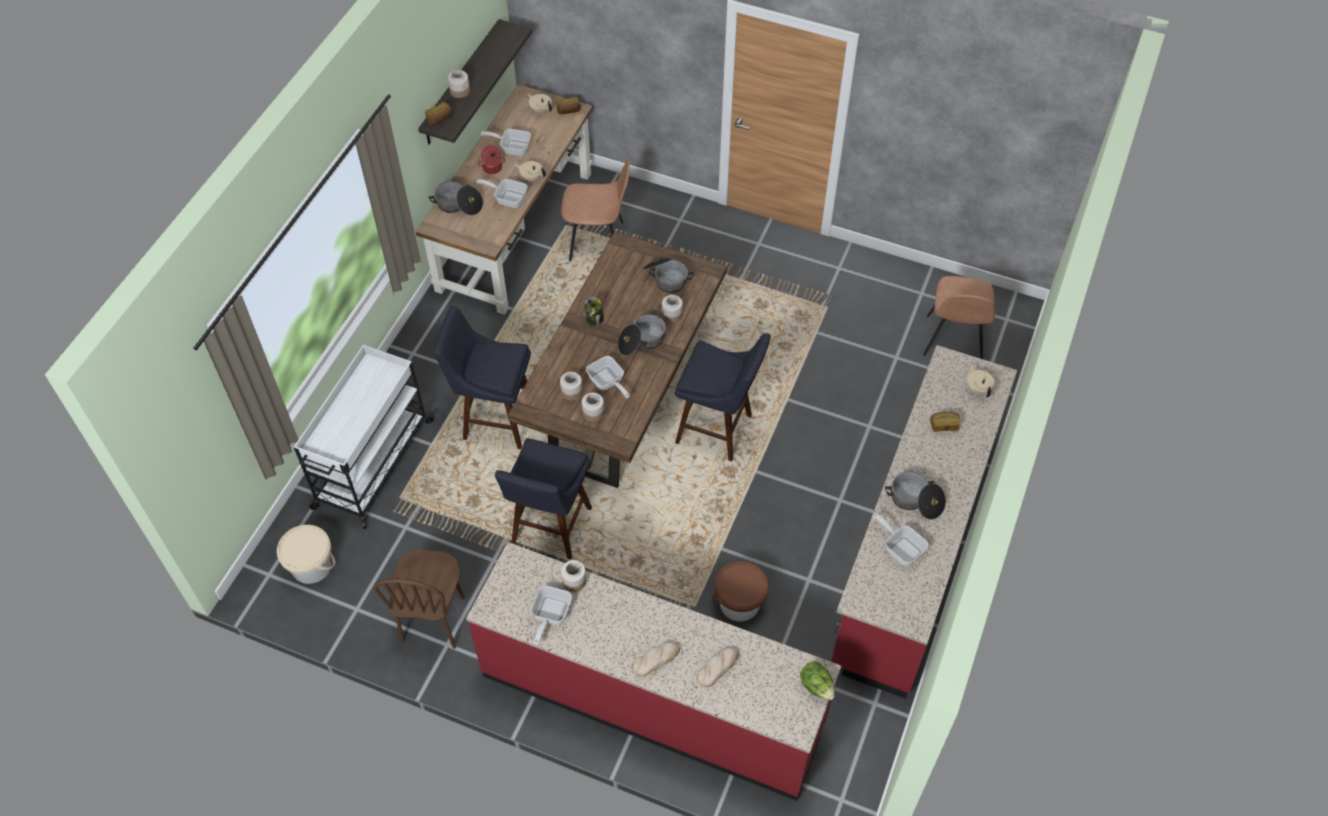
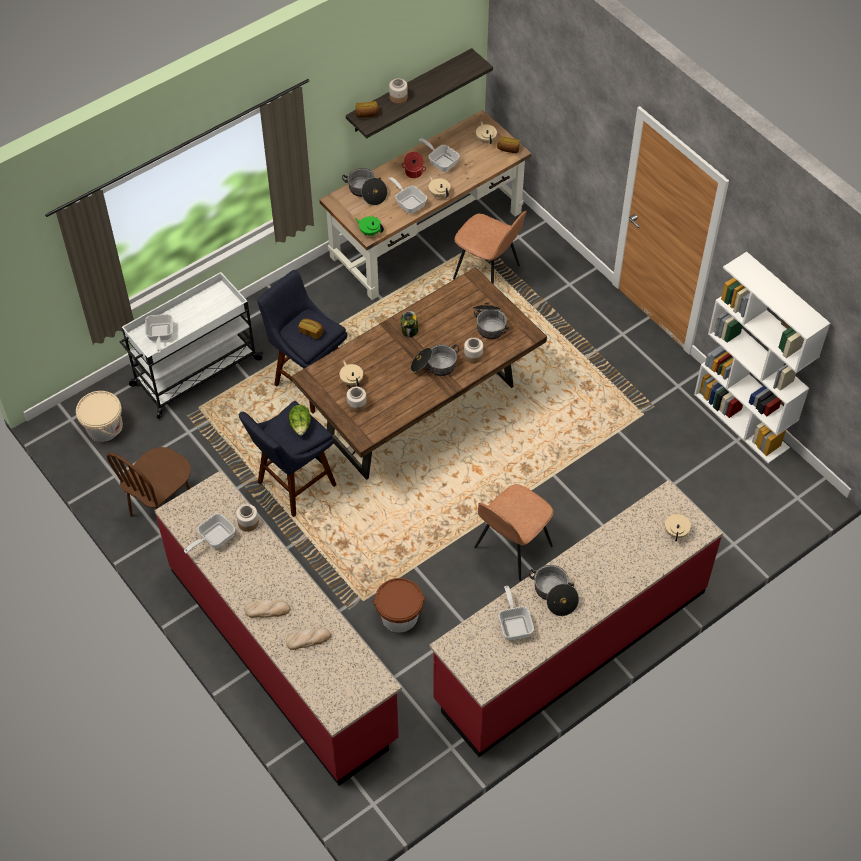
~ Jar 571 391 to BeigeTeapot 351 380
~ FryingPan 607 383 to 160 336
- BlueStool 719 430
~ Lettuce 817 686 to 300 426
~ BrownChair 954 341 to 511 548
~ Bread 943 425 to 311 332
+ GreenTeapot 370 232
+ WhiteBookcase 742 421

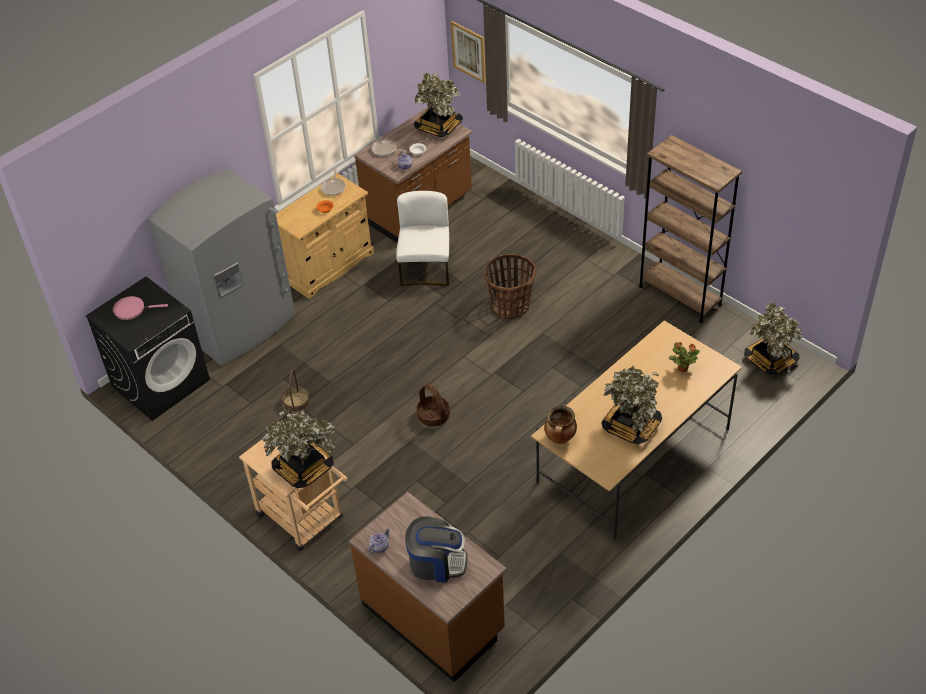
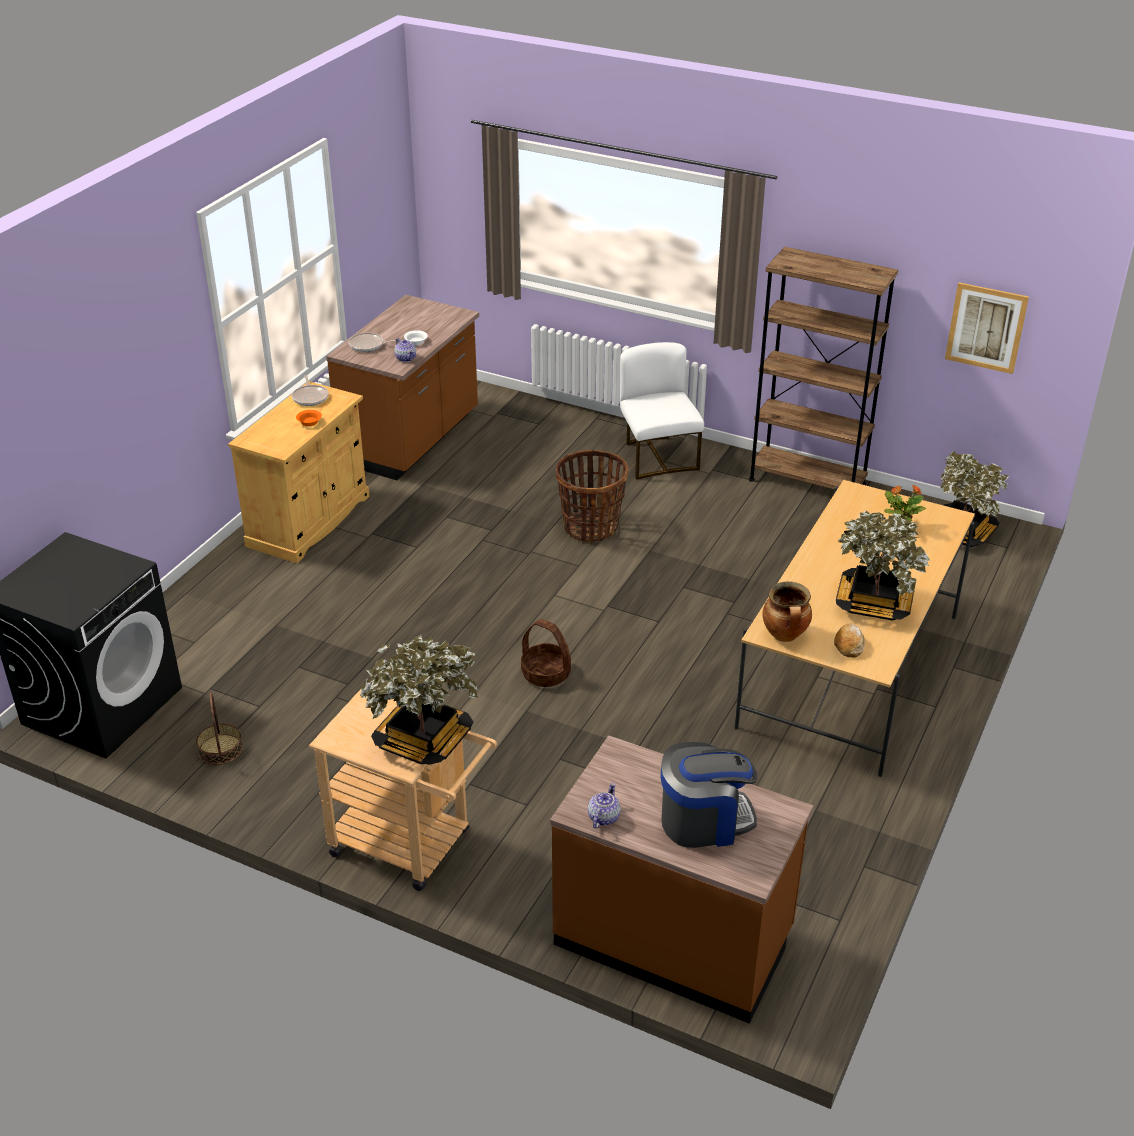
- PinkFryingPan 132 309
- GreyFridge 240 326
~ Basket 296 402 to 220 749
~ WhiteChair 426 268 to 657 457
- PottedPlant 438 127
~ Picture 468 51 to 986 327
+ Bread 849 644

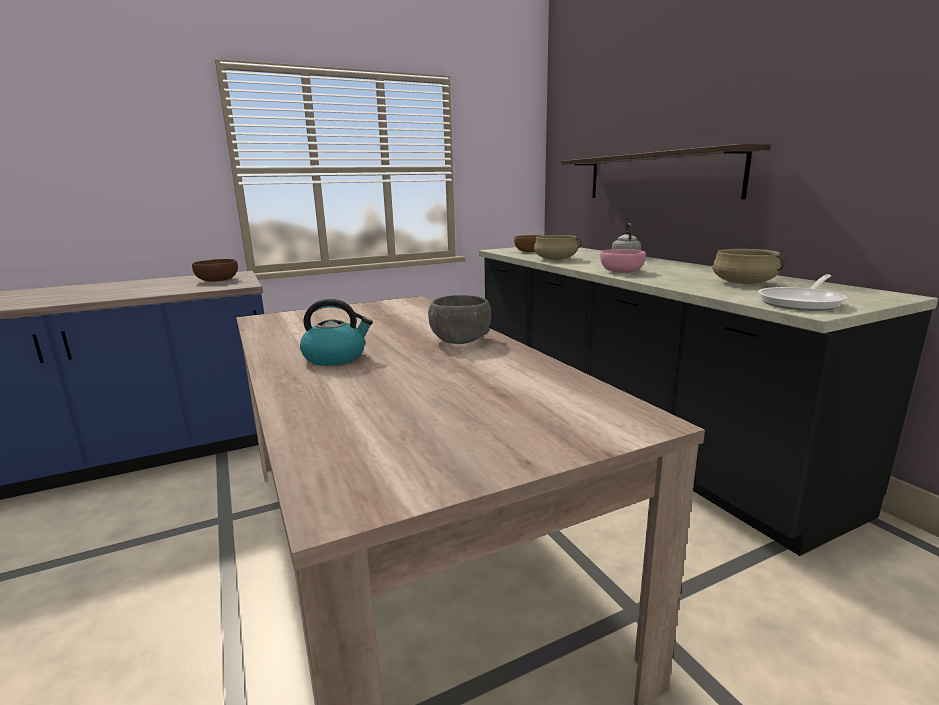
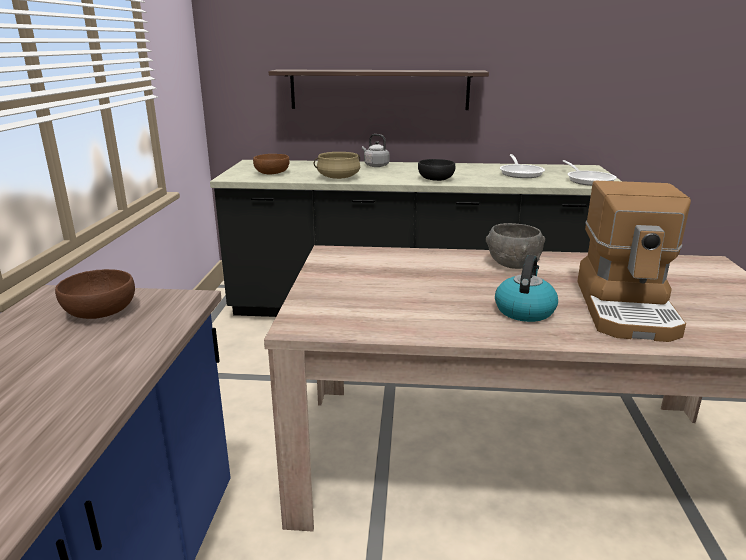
~ PinkBowl 621 272 to BlackBowl 435 179
~ BeigeCookingPot 743 283 to FryingPan 521 173
+ CoffeeMachine 627 308

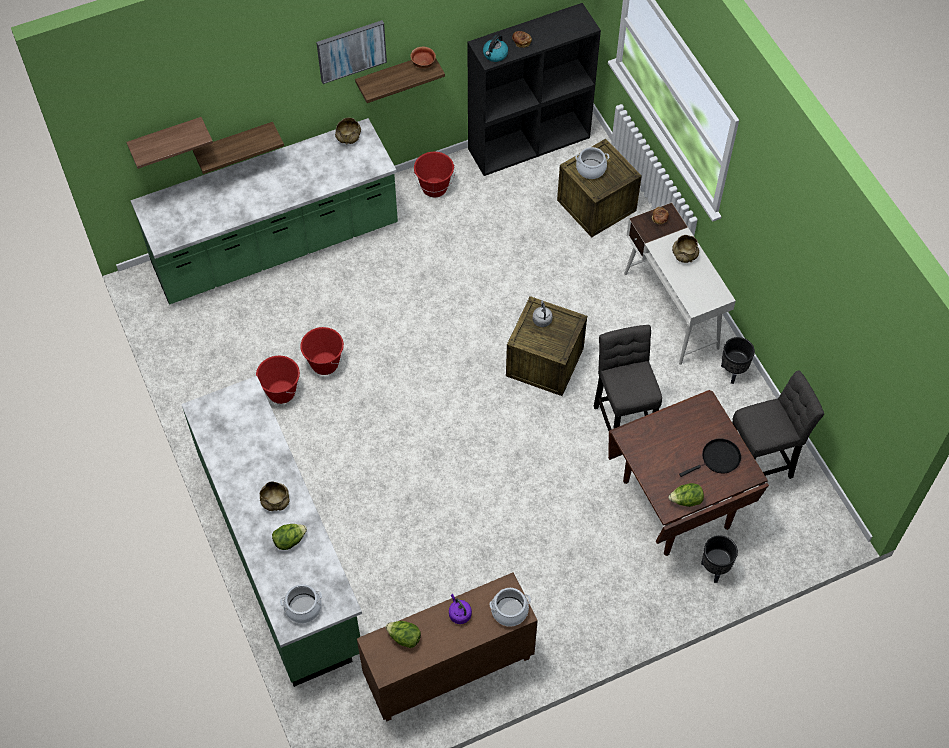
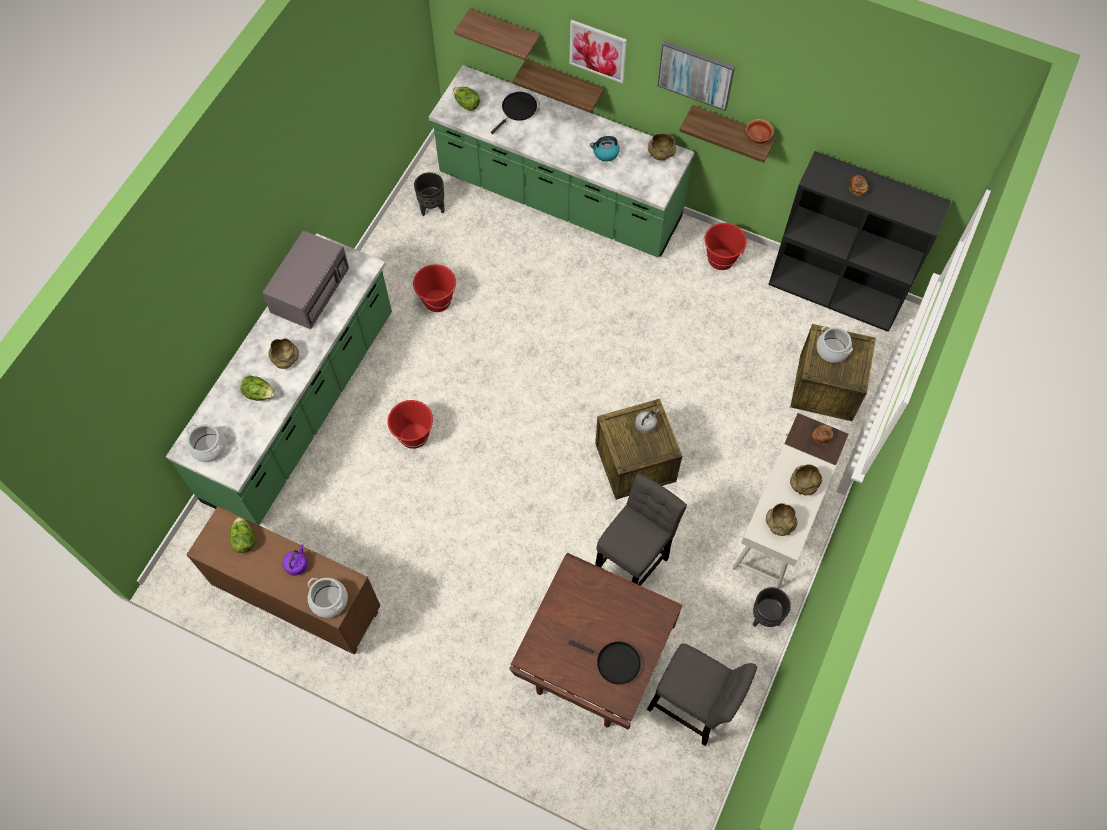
~ RedBucket 324 364 to 414 436
~ Kettle 495 54 to 605 153
~ Lettuce 686 500 to 466 104
~ BlackPlanter 714 569 to 432 208
+ GreyMicrowave 310 289
+ BlackFryingPan 517 110
+ Picture 598 50
+ BeigeBowl 780 523

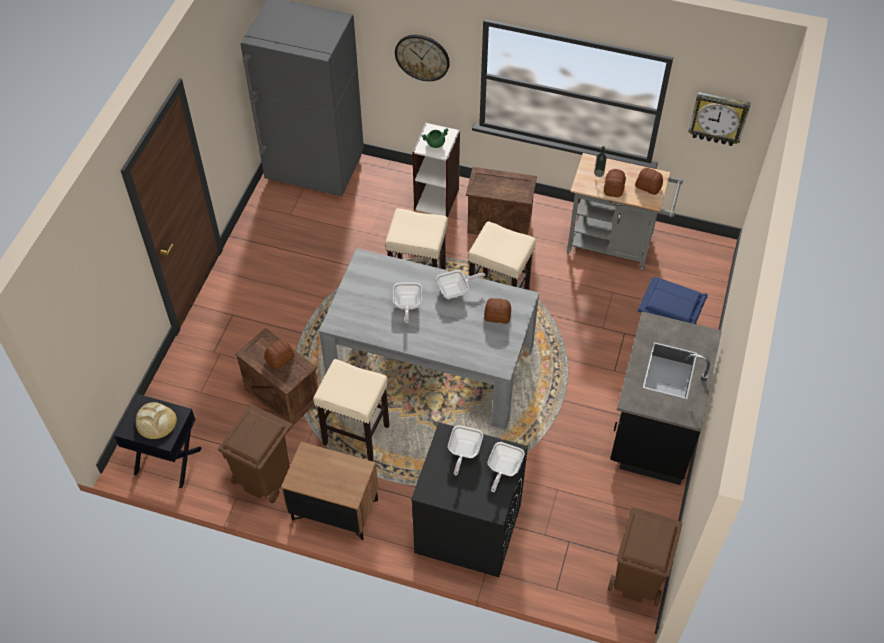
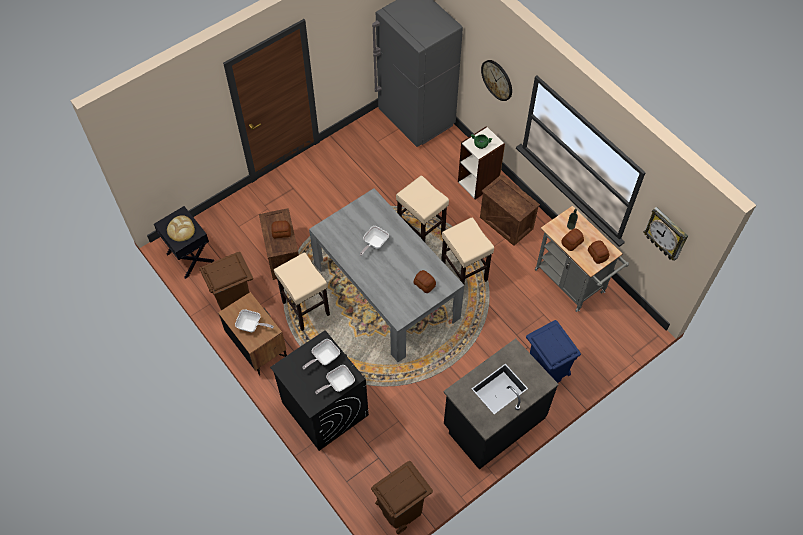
~ FryingPan 456 290 to 252 326

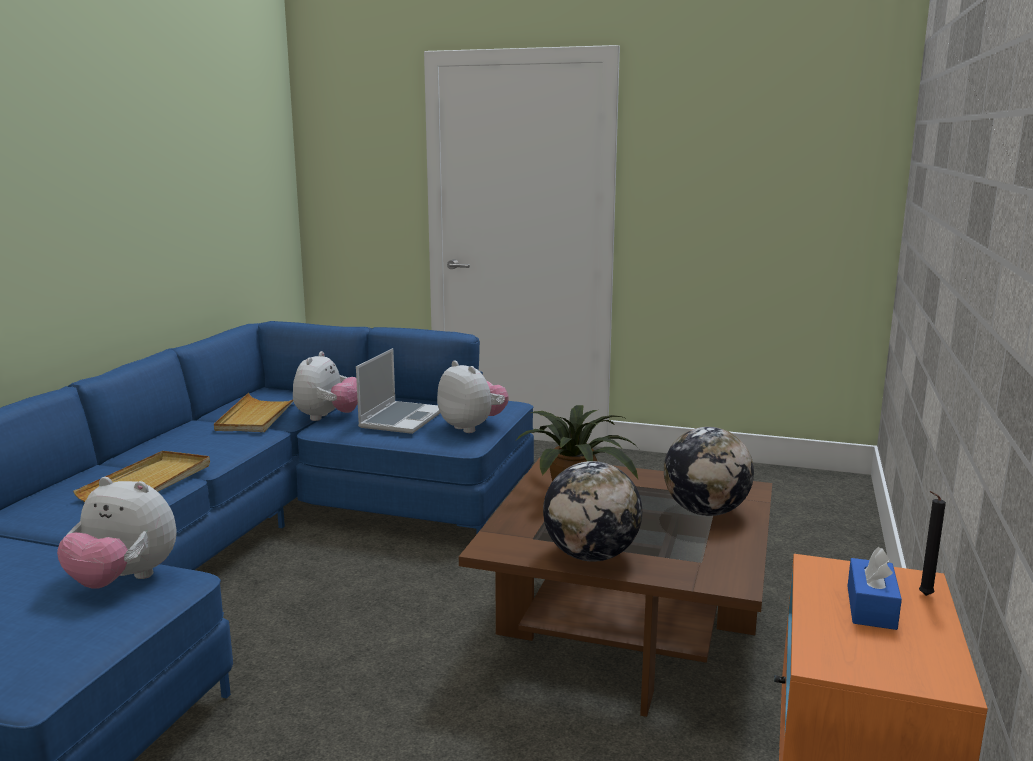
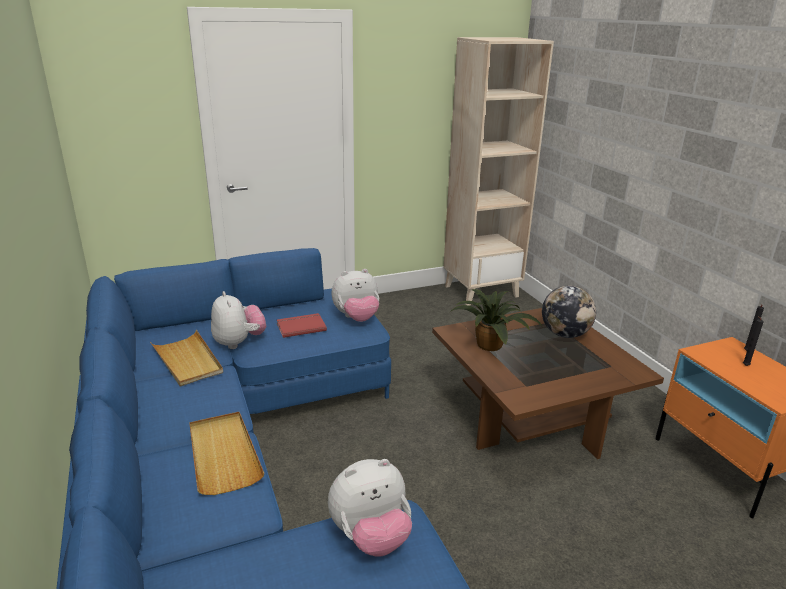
~ Laptop 401 419 to RedBook 300 326
~ PlushToy 472 427 = 356 318 150 degrees clockwise
- Globe 591 556
~ BlueTissueBox 871 607 to BlackCandle 744 366
+ BeigeBookcase 481 291

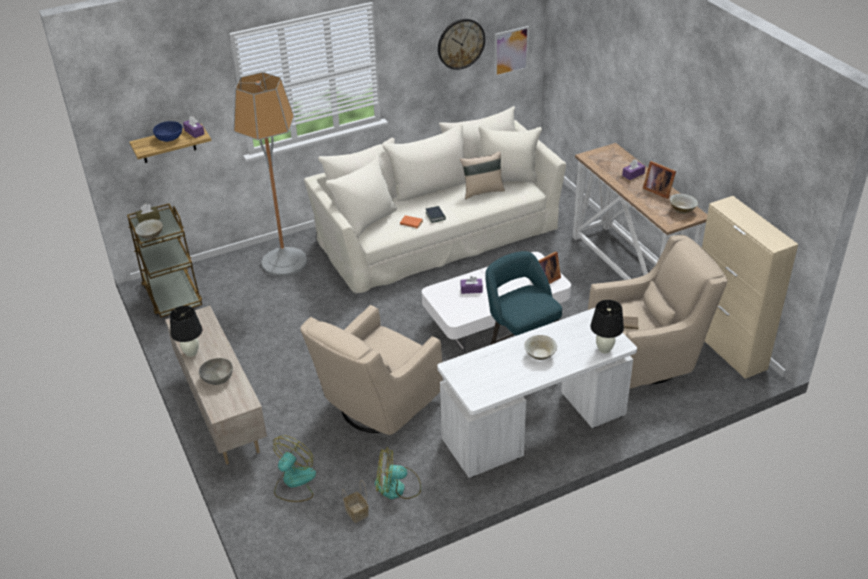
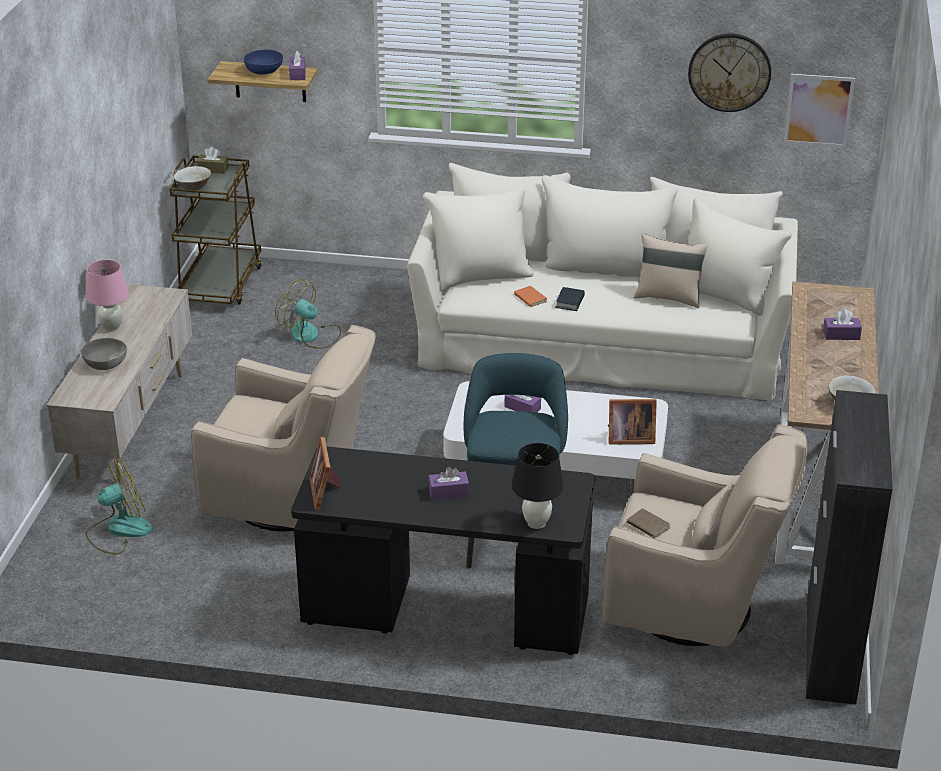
~ BlackTableLamp 191 353 to PinkTableLamp 111 327
- FloorLamp 284 262
~ BeigeArmchair 376 408 = 293 499 150 degrees counterclockwise
- Basket 356 512
~ Fan 397 487 to 311 336
~ WhiteDesk 534 428 to BlackDesk 445 612
~ BeigeBowl 540 355 to PurpleTissueBox 448 492
~ PictureFrame 657 190 to 325 492
~ BeigeCabinet 727 347 to BlackCabinet 830 649

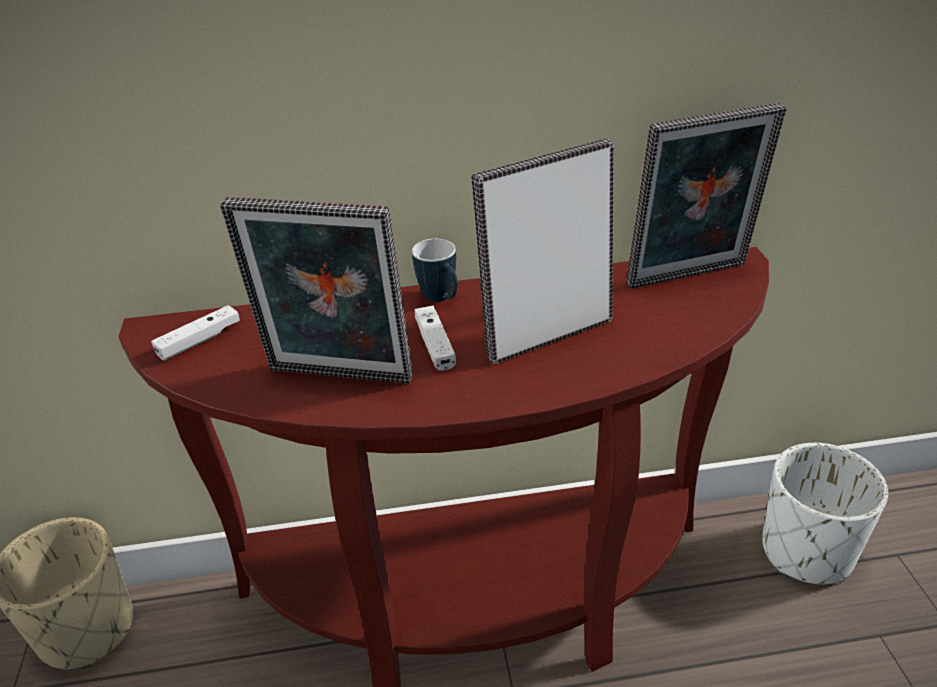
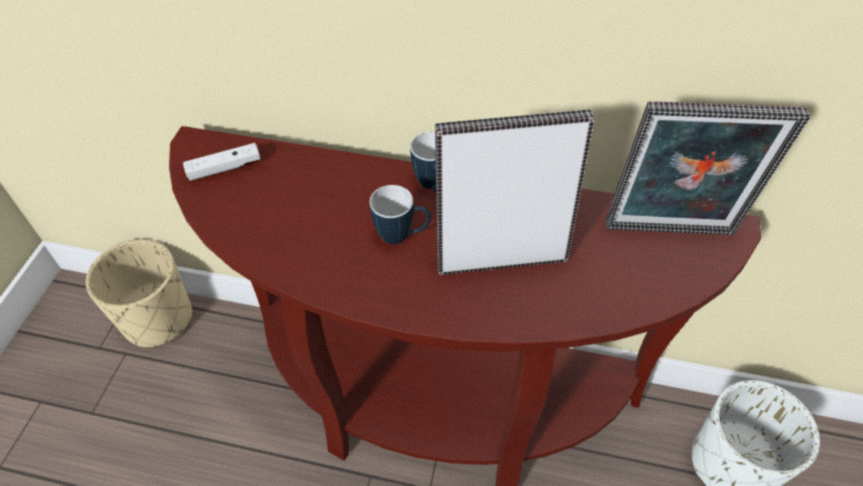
- PictureFrame 337 379
~ WhiteGameController 435 345 to Mug 402 236

